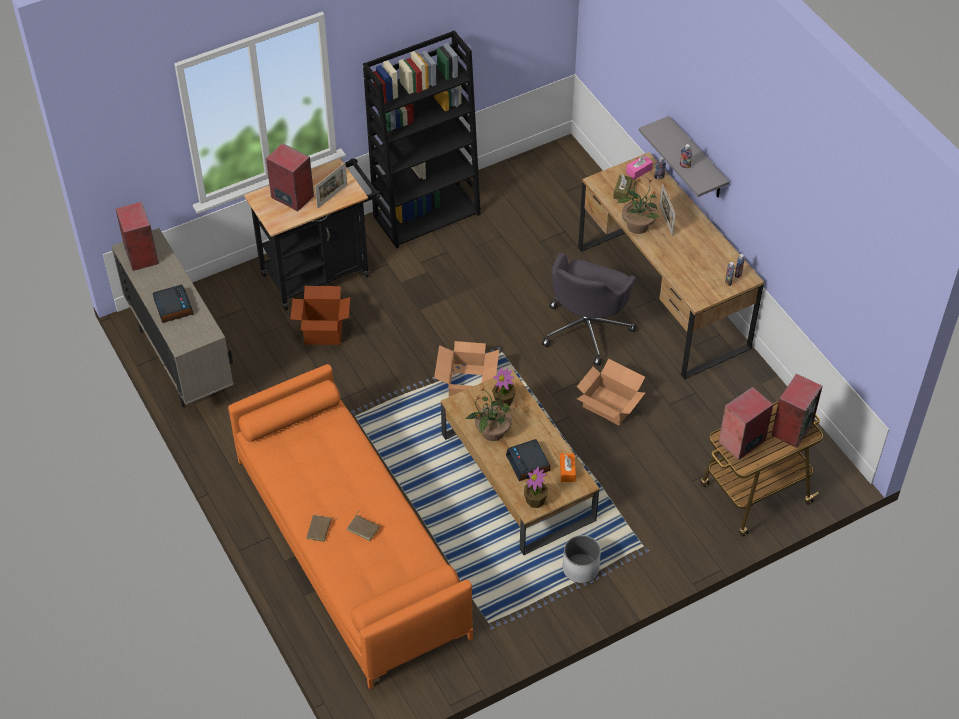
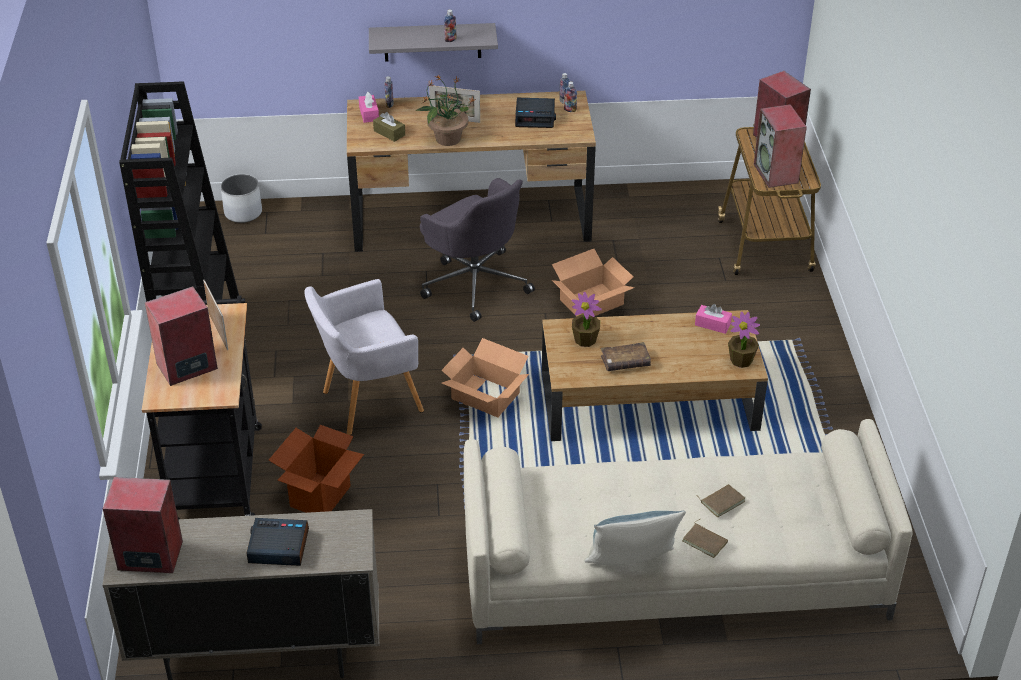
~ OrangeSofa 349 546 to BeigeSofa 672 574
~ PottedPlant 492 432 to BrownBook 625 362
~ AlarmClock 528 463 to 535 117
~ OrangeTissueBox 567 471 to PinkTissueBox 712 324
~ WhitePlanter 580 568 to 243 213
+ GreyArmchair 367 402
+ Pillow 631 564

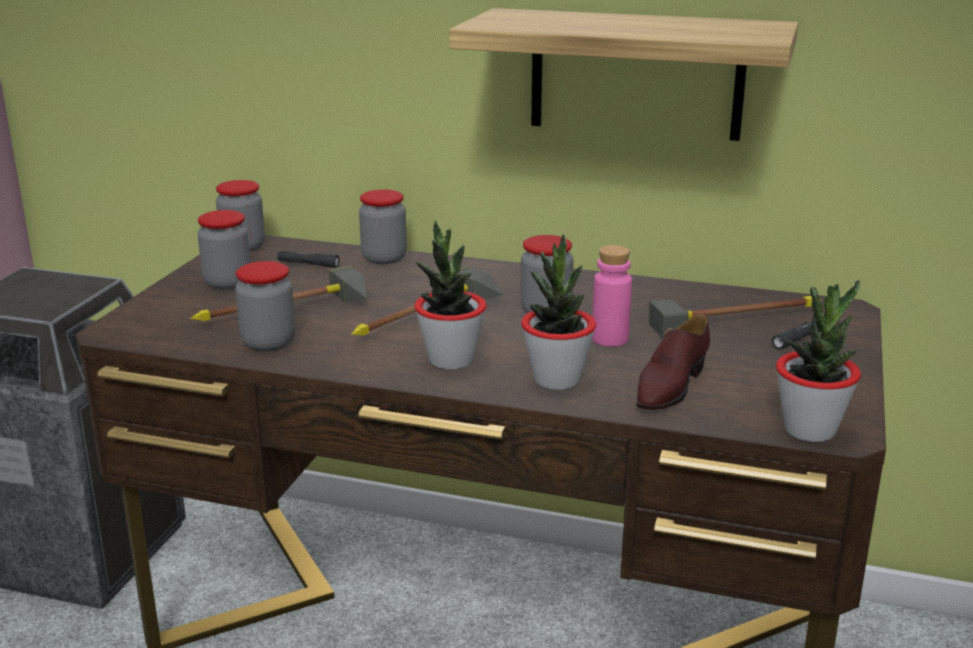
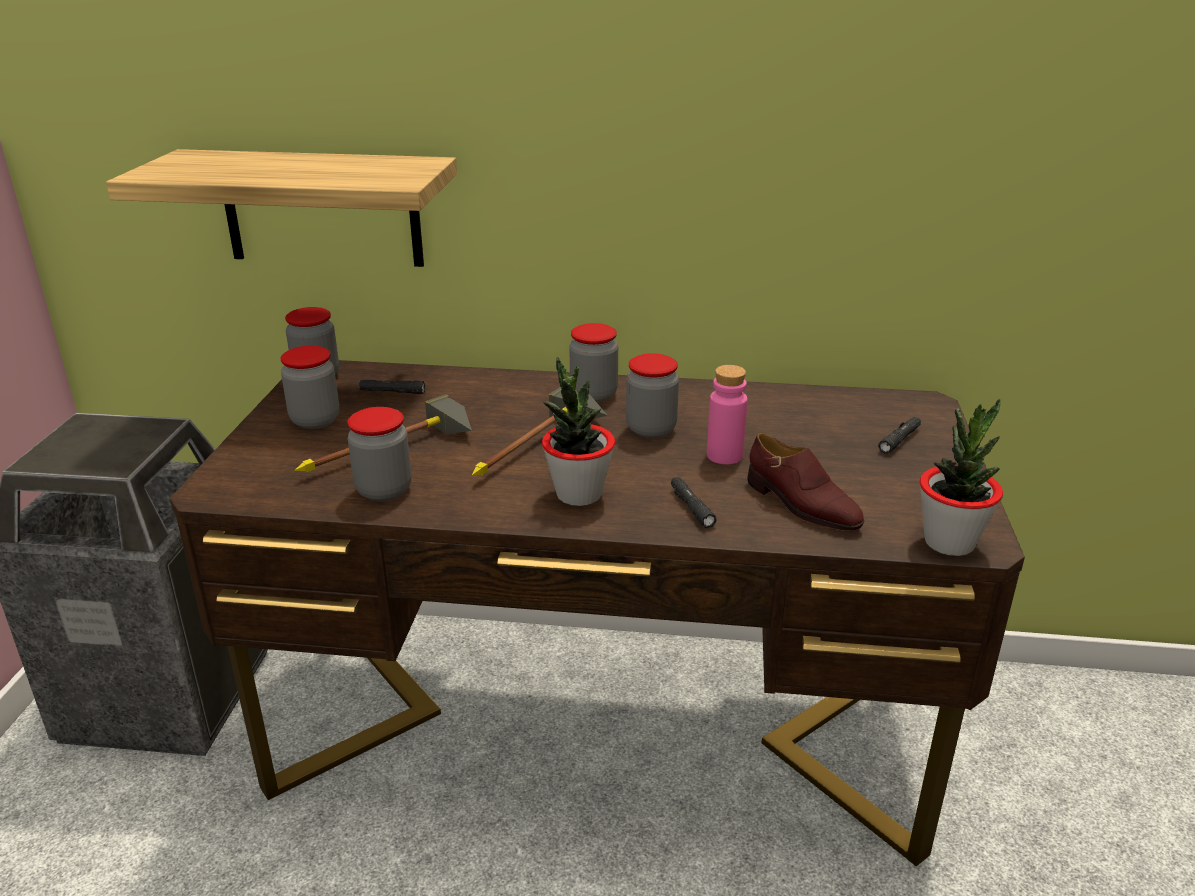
~ Jar 384 258 to 594 395
~ Shelf 636 74 to 321 208
~ PottedPlant 556 379 to BlackFlashlight 691 507
~ BrownShoe 670 386 = 801 504 60 degrees counterclockwise
- Hammer 733 316

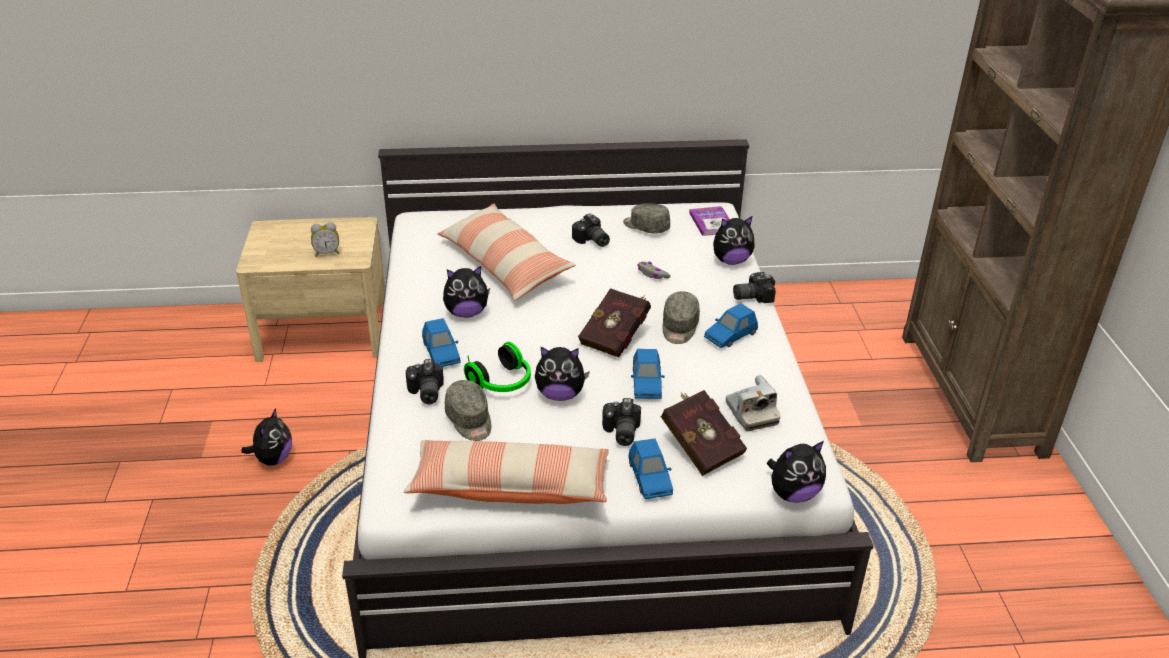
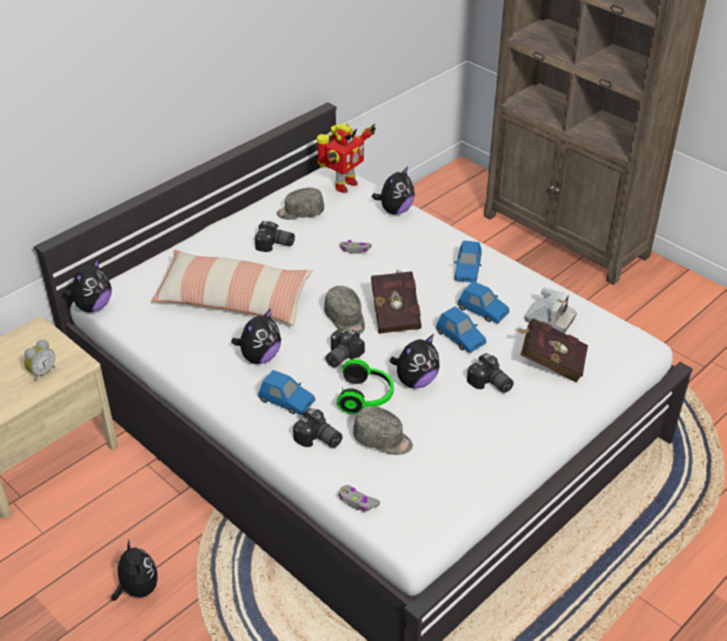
- Pillow 510 487
~ BlueToyCar 649 478 to 482 311
~ GreyCap 679 327 to 345 319
~ Book 712 222 to ToyRobot 343 185
~ PhotoCamera 751 296 to 340 356
~ PlushToy 793 494 to 93 306
+ GreyGameController 357 502

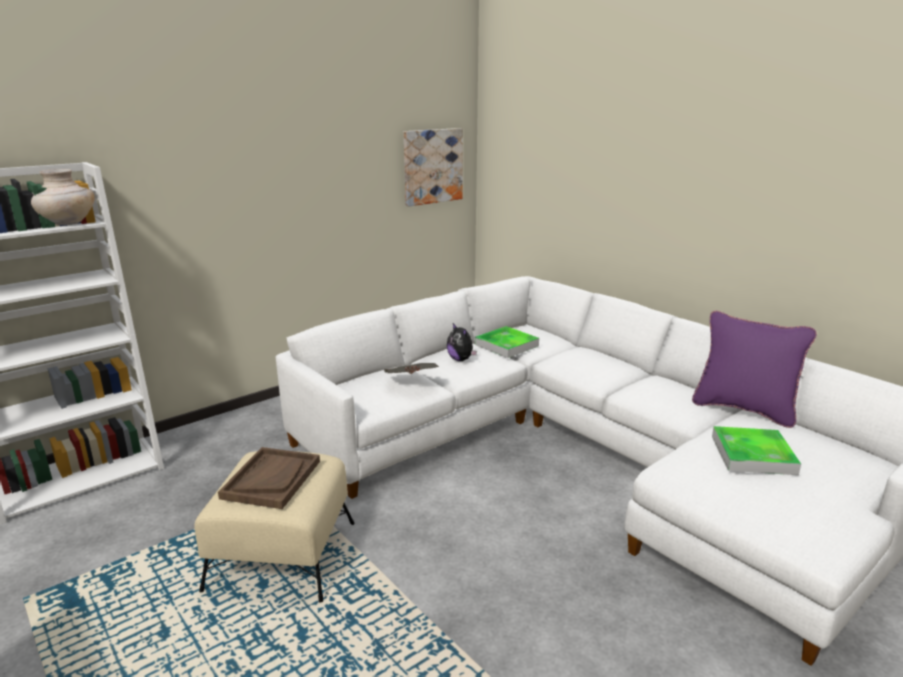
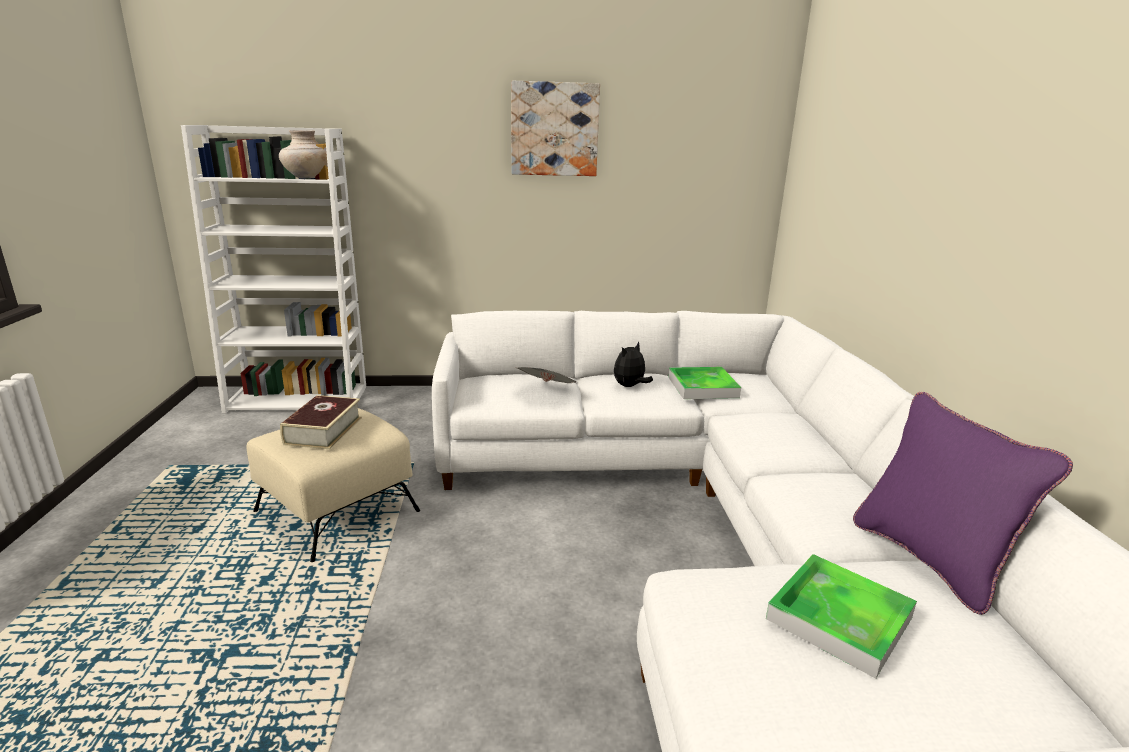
~ BrownTray 271 479 to Book 323 430
~ Picture 432 166 to 554 129
~ PlushToy 461 359 = 630 386 45 degrees clockwise

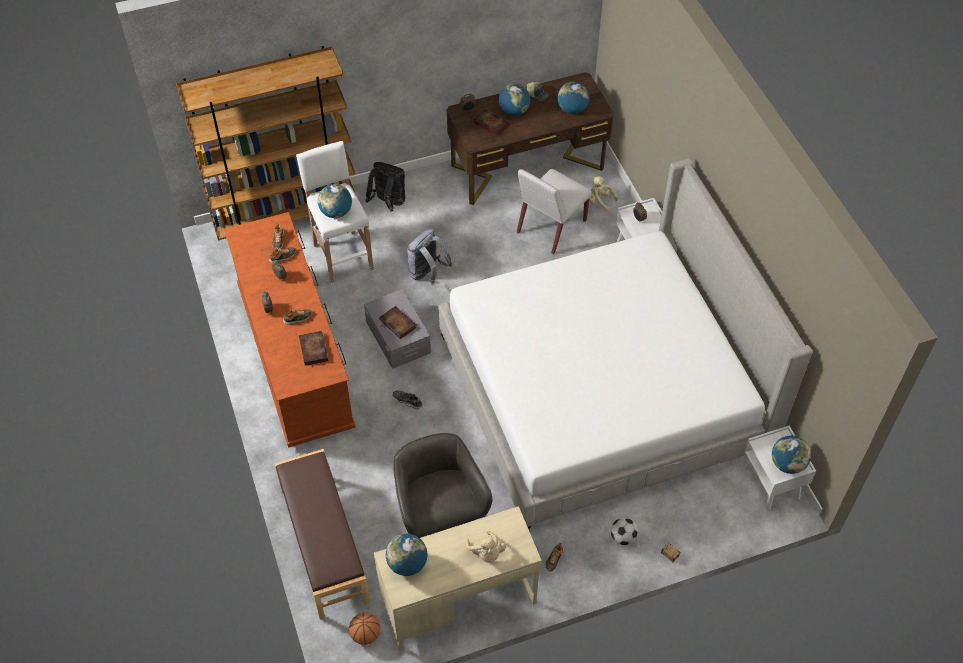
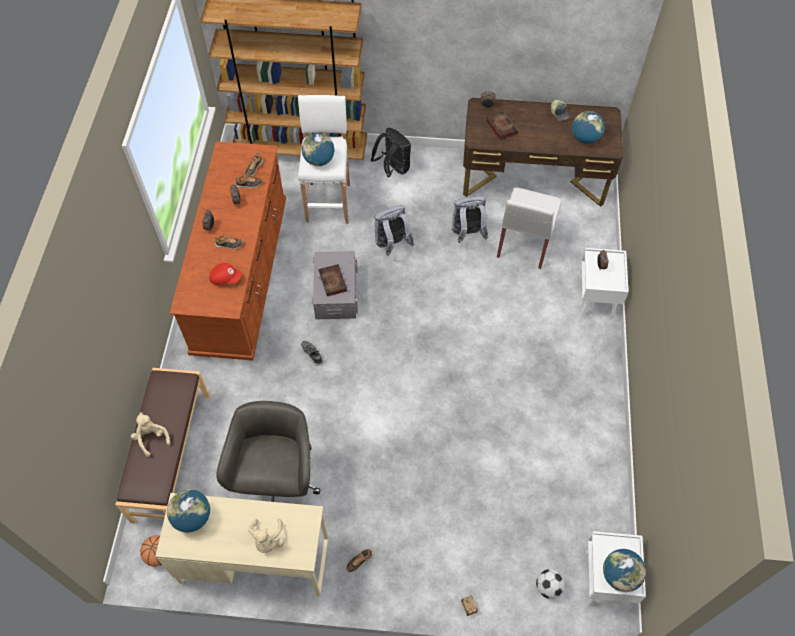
~ Book 313 349 to RedCap 225 278
- Bed 602 390
- Globe 514 111
~ WhiteChair 551 227 = 524 242 45 degrees counterclockwise
~ BeigePlushToy 600 201 to 151 438
~ Football 623 537 to 548 587
+ GreyBackpack 467 234

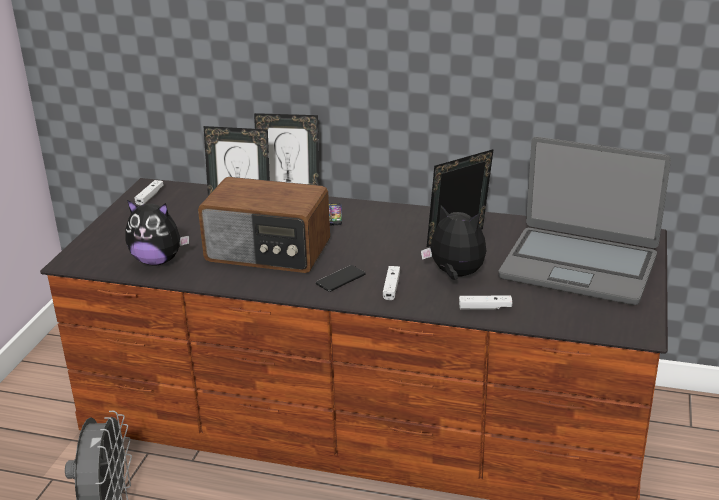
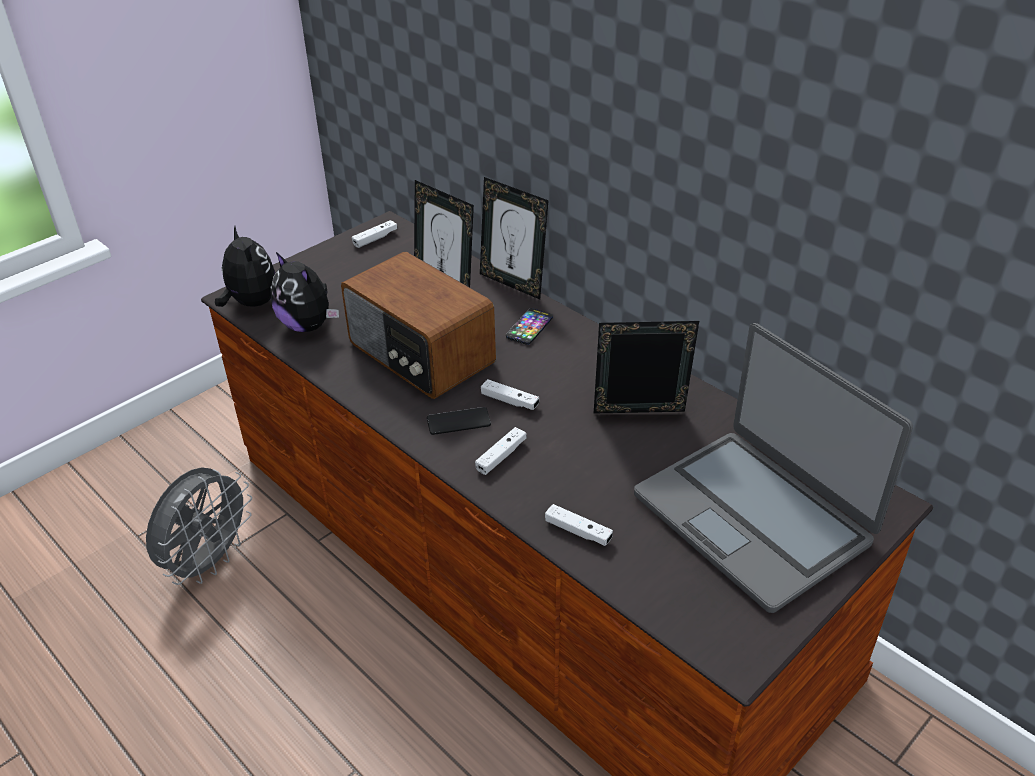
~ PlushToy 455 275 to 251 303
+ WhiteGameController 510 401

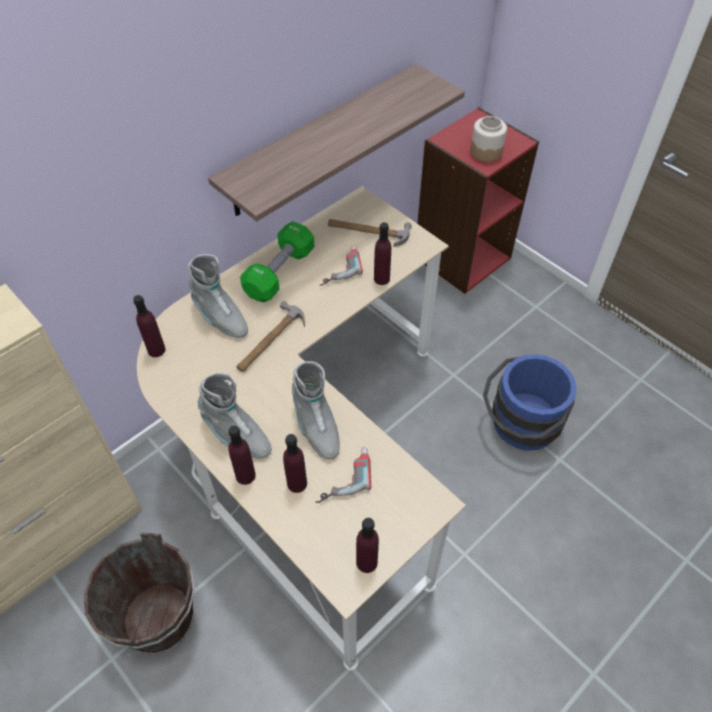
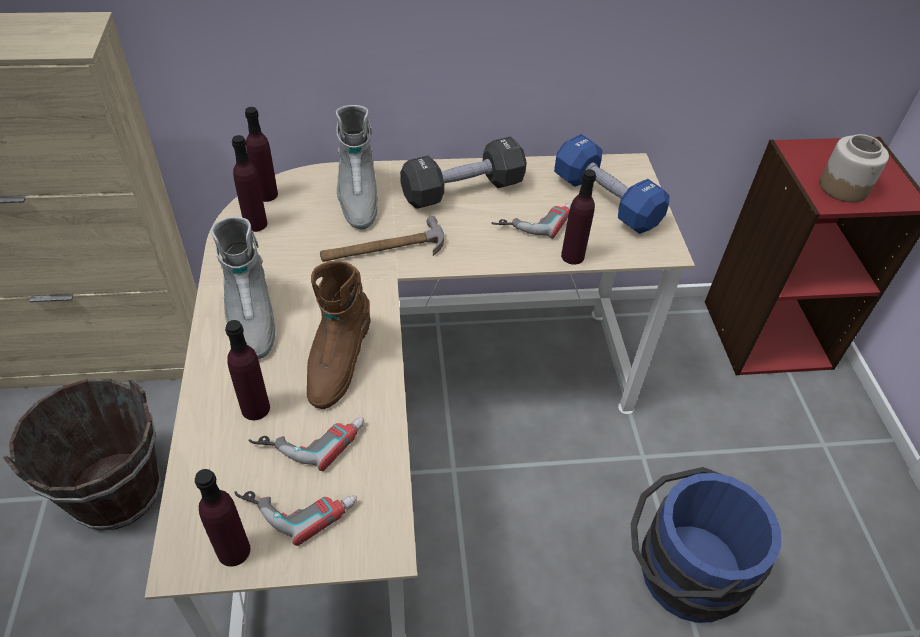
- Shelf 321 141
~ PurpleBottle 245 475 to 255 224
~ GreenDumbbell 279 273 to BlackDumbbell 463 190
~ GreyBoot 315 427 to BrownBoot 337 363
~ Hammer 368 231 to BlueDumbbell 605 201
+ PowerDrill 298 501

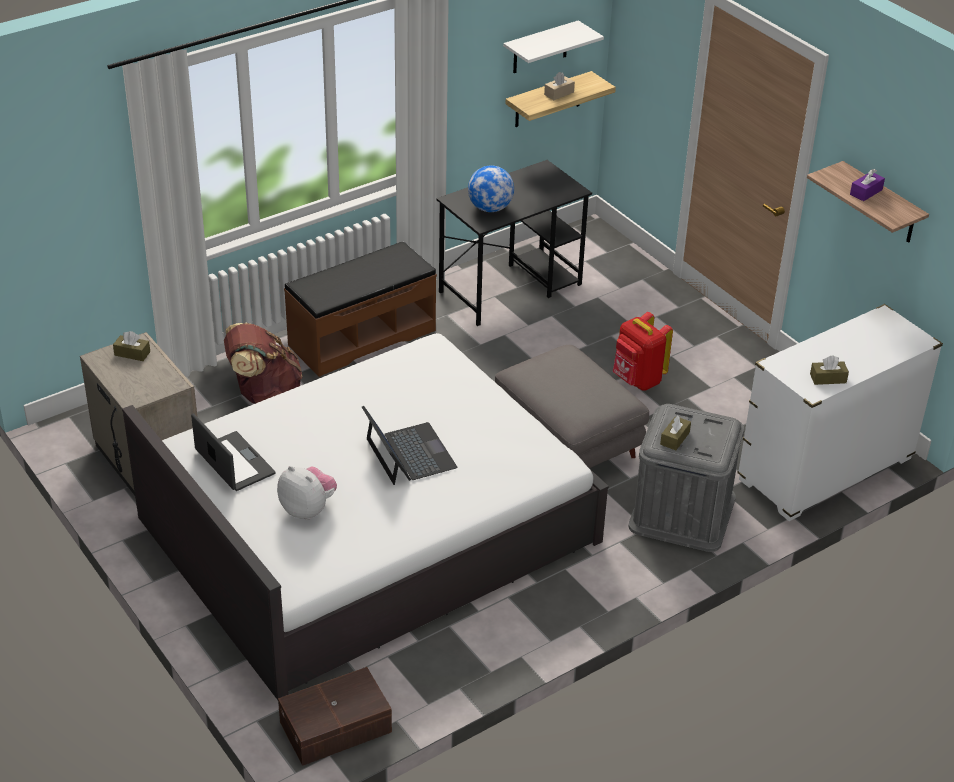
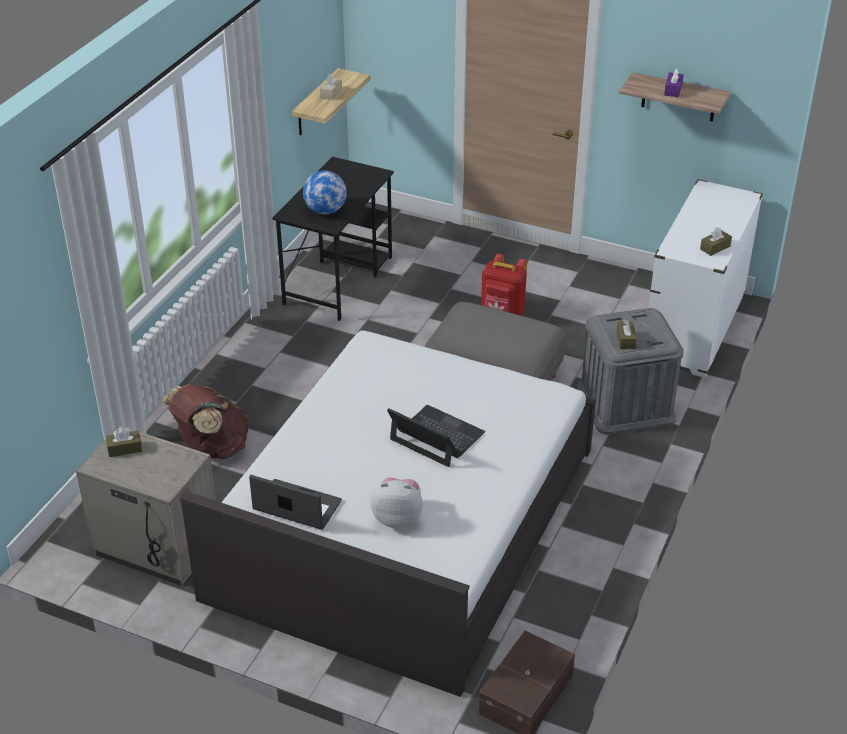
- BrownBench 361 337
- WhiteShelf 540 48

